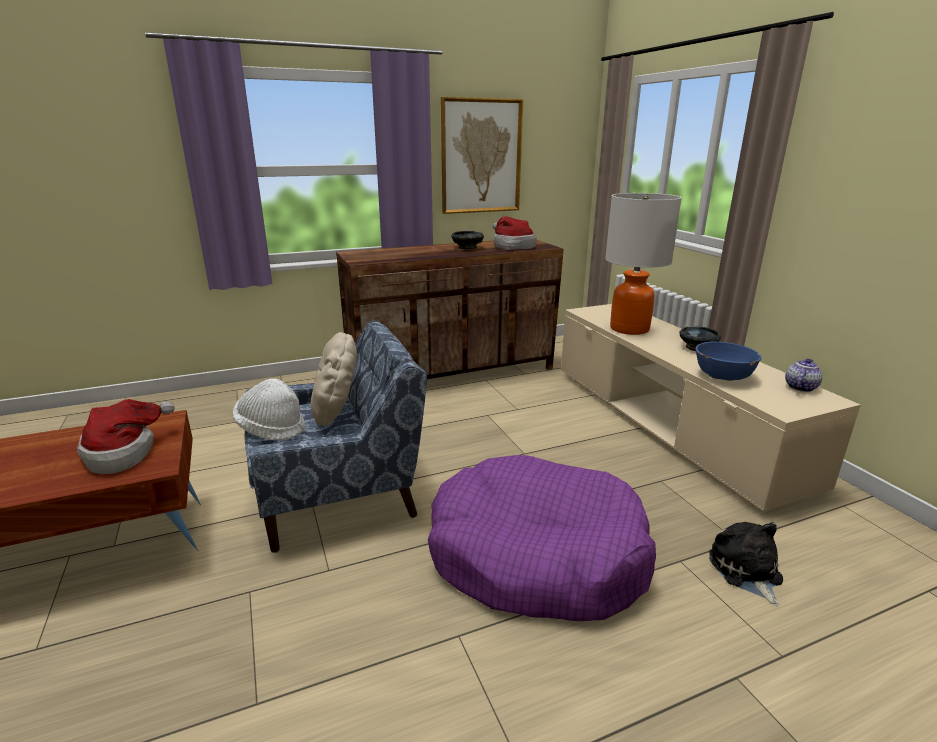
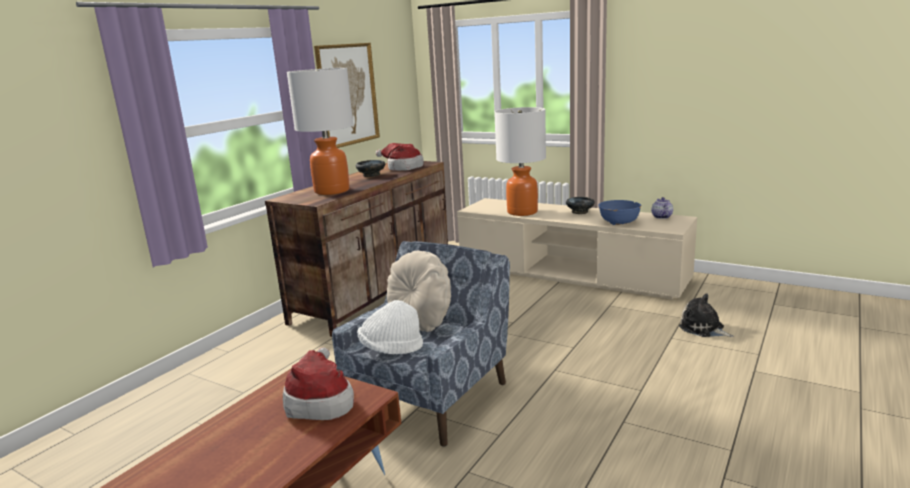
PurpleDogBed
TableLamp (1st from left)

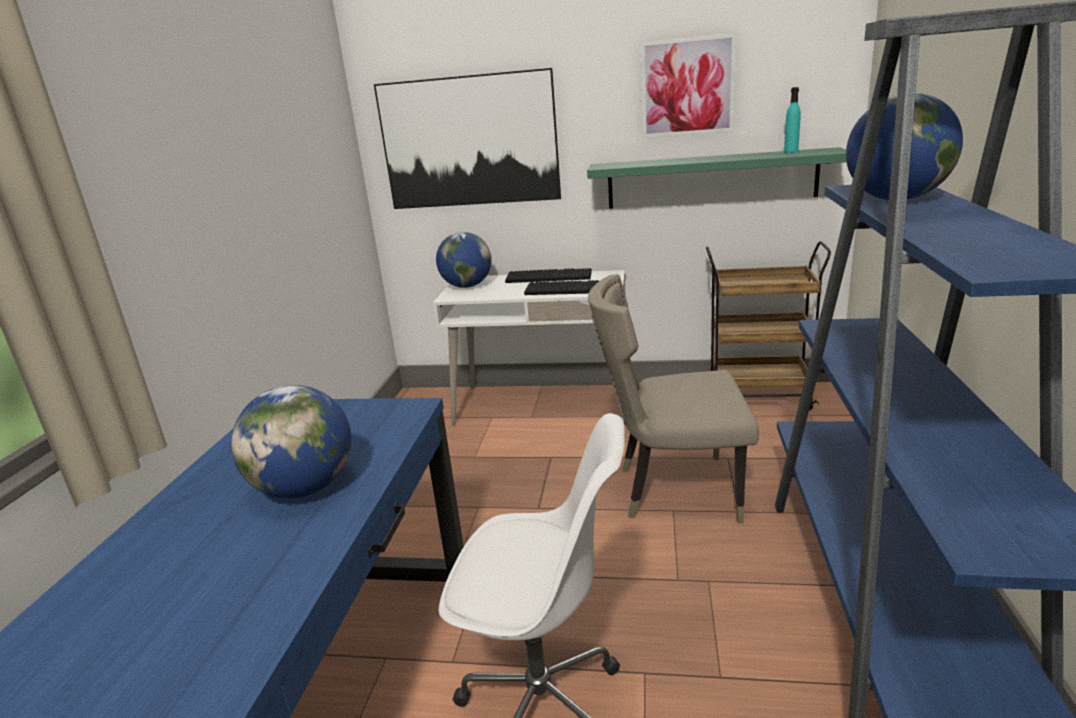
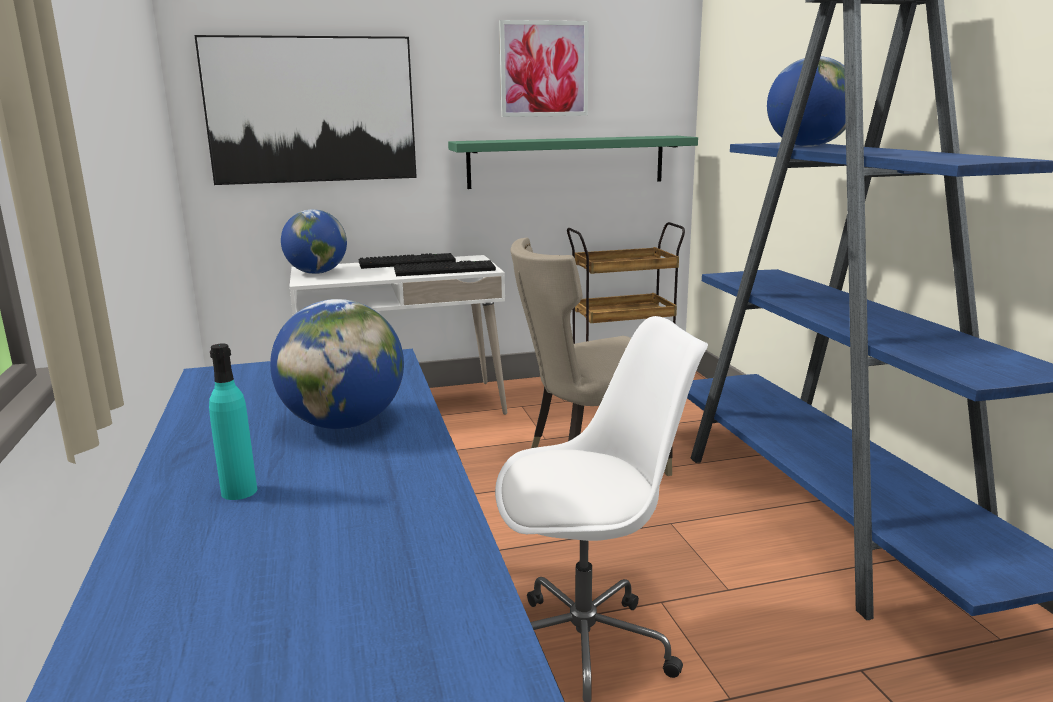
TurquoiseBottle

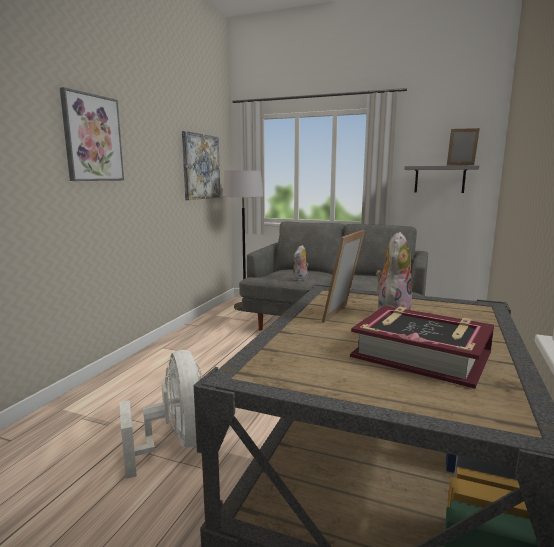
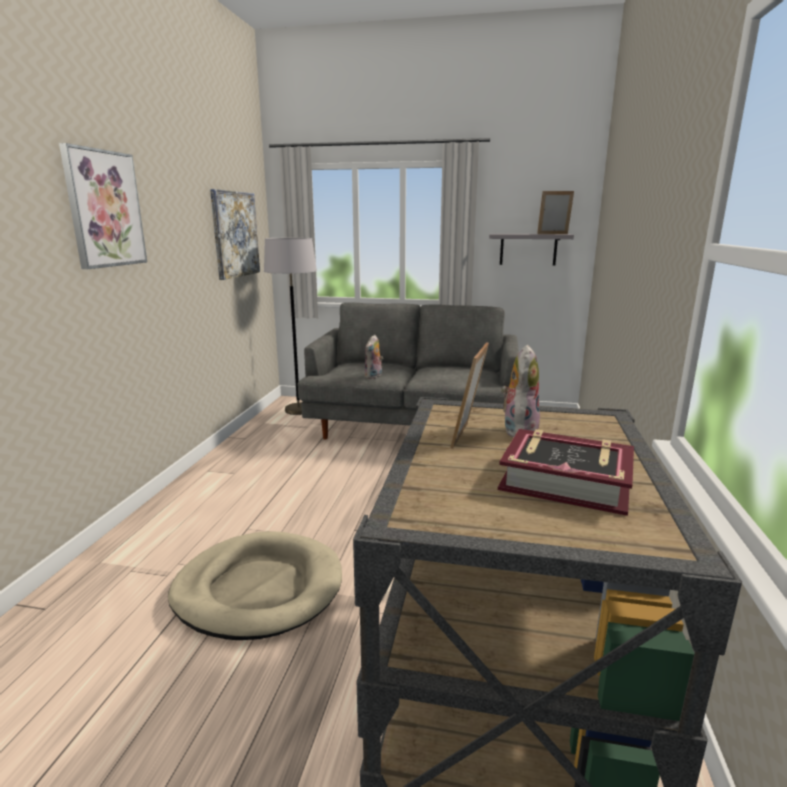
BeigeDogBed

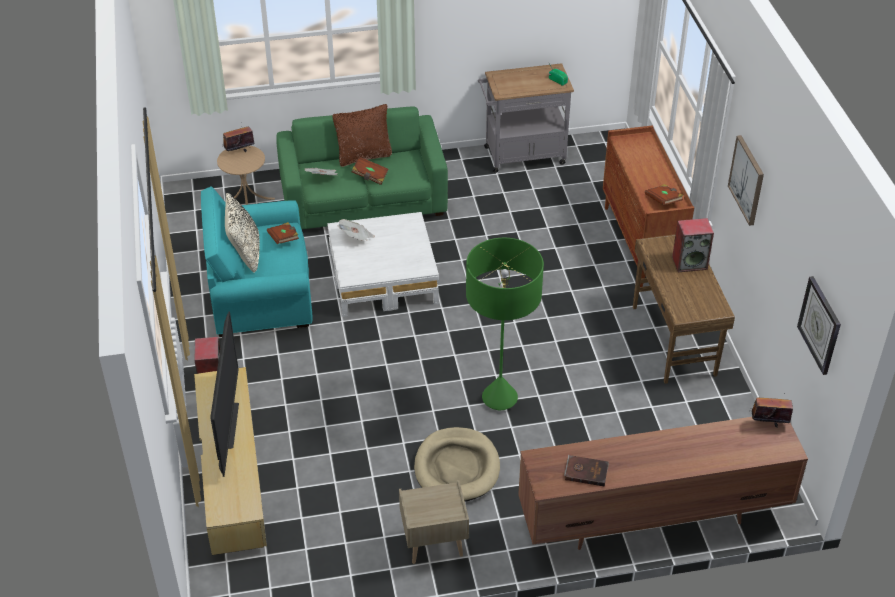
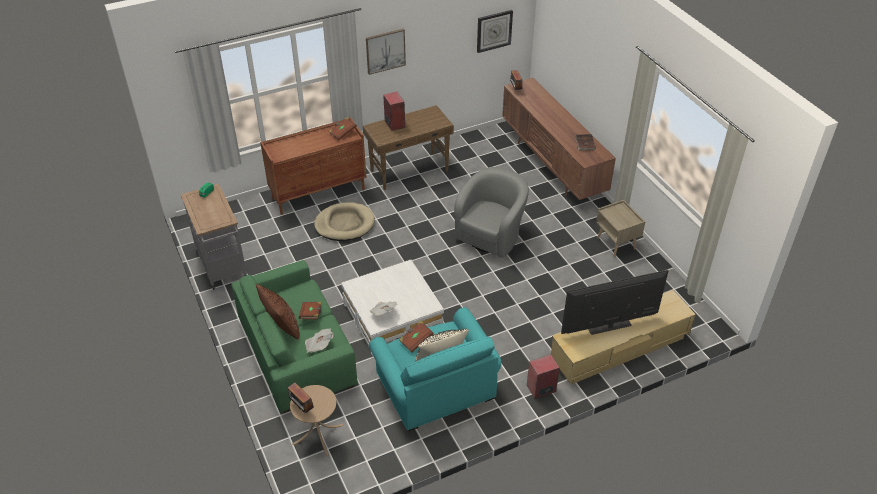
BeigeDogBed
GreyArmchair

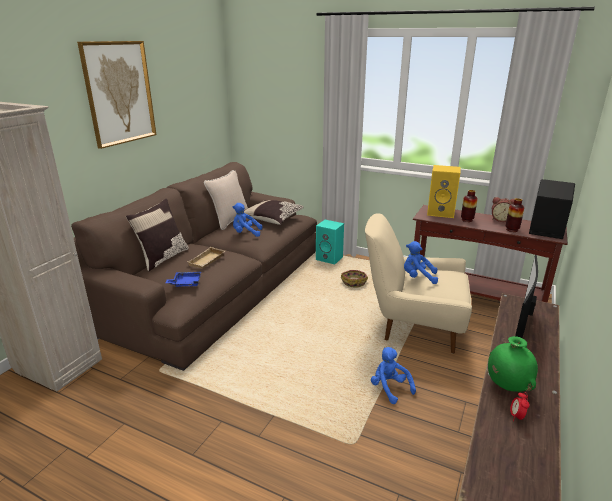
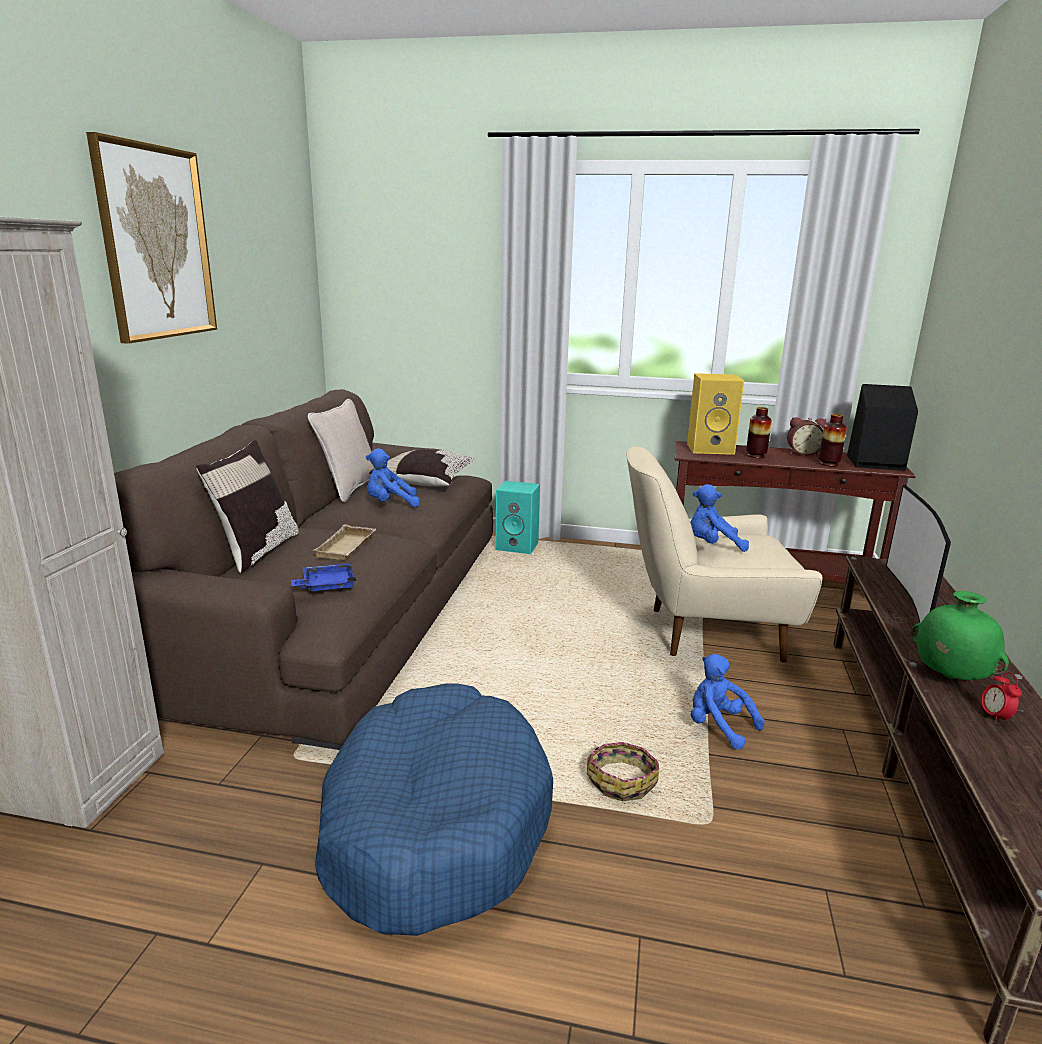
BlueDogBed
Basket

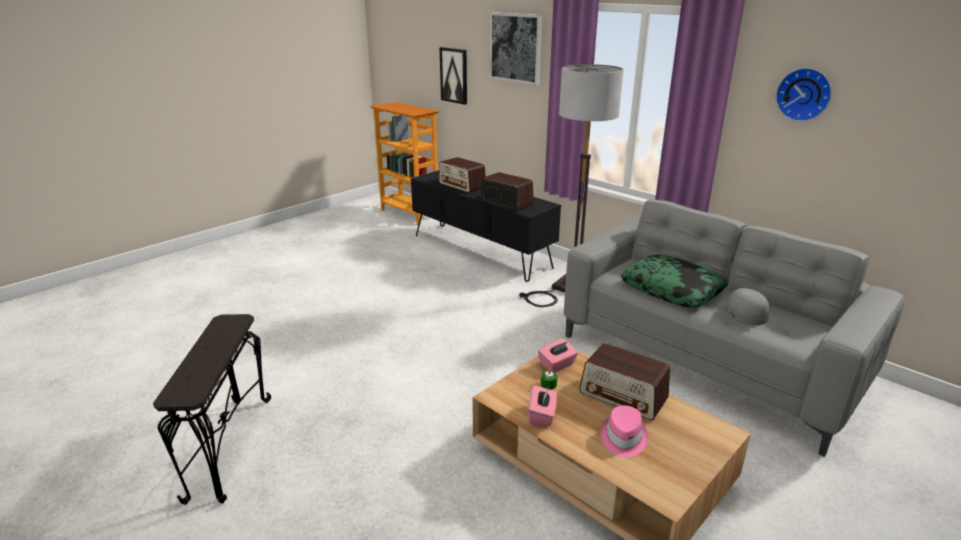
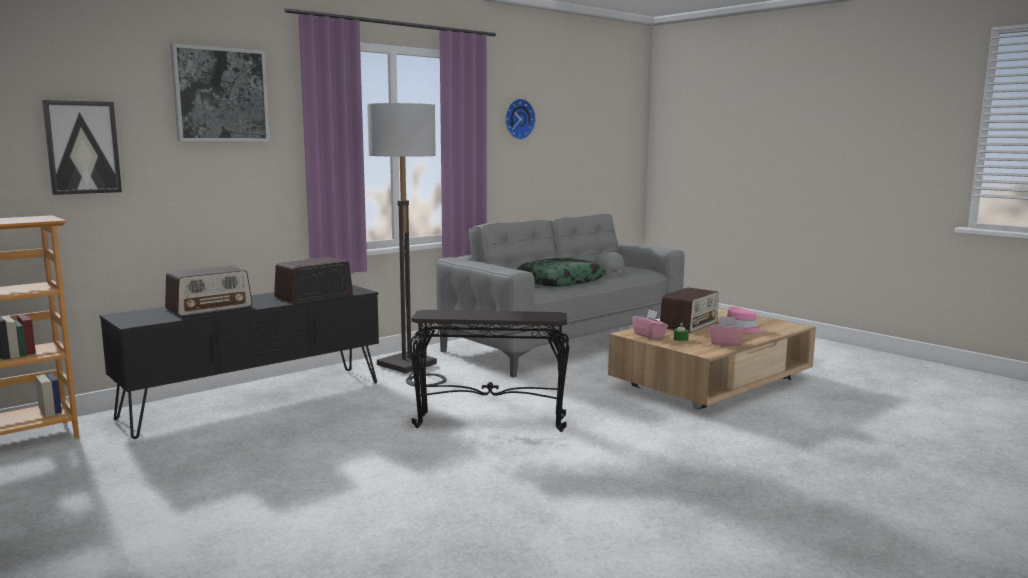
BlackSideTable

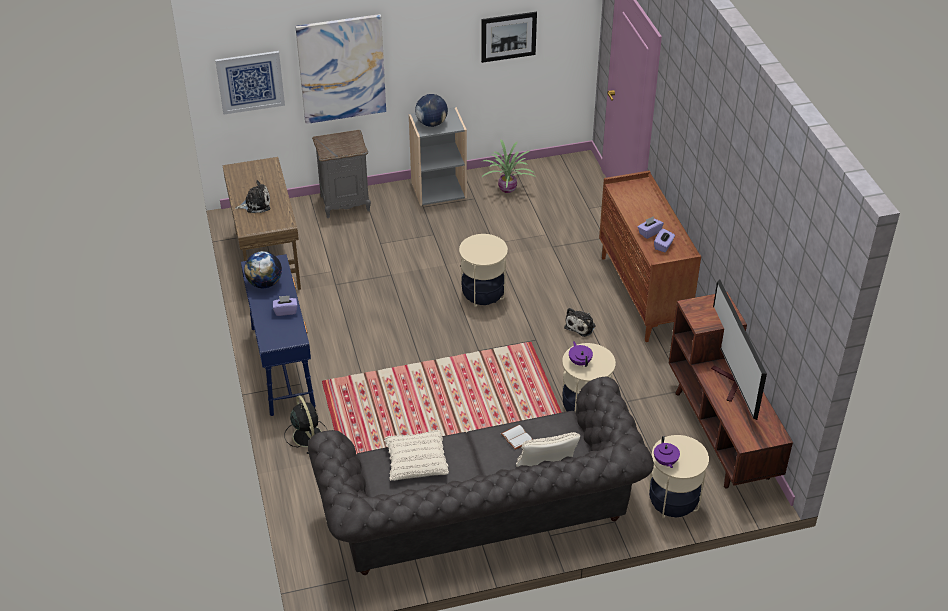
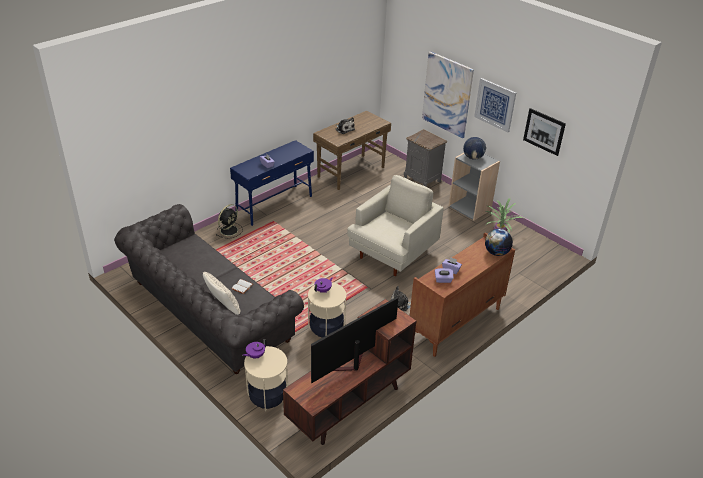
BeigePillow (1st from left in the first image)
Picture (2nd from left)
Globe (2nd from left)
BeigeArmchair

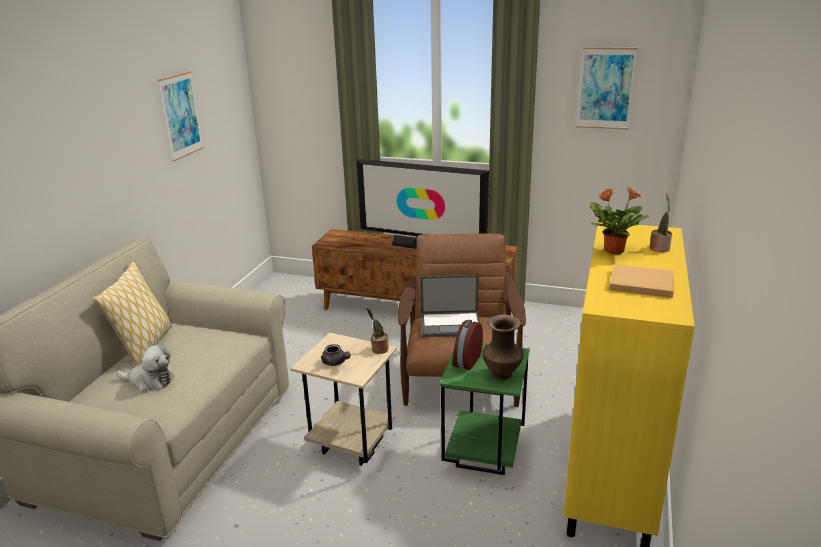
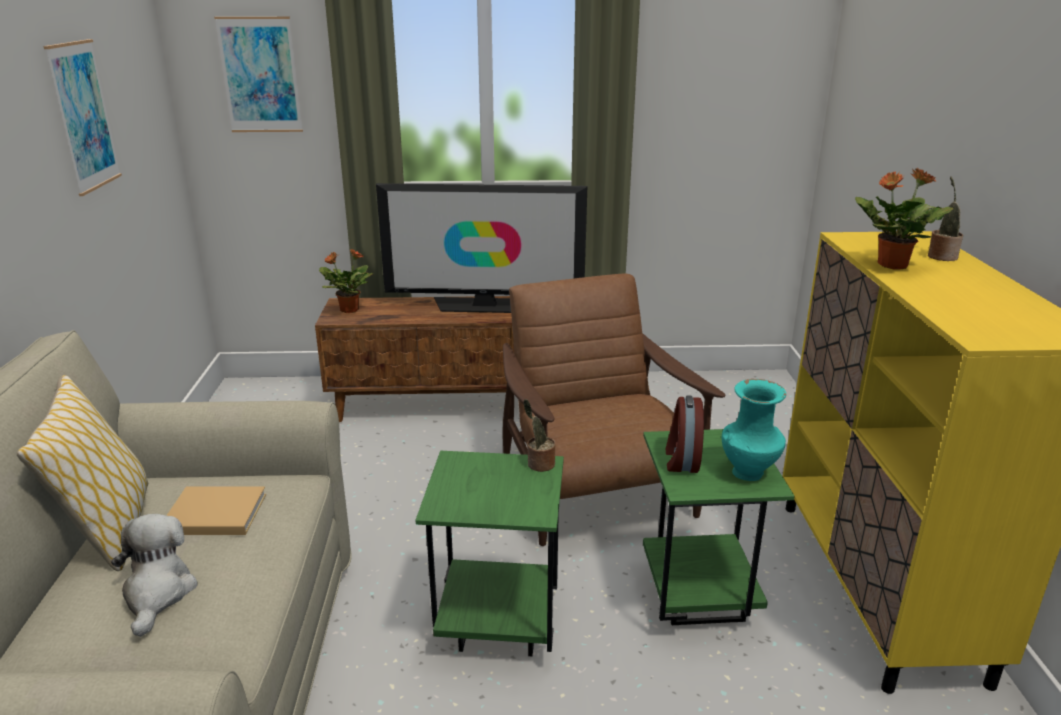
GreyTeapot
Laptop
PottedPlant (1st from left)
Picture (2nd from left)
BeigeBook
GreenSideTable (1st from left)
TurquoiseVase
PlushToy

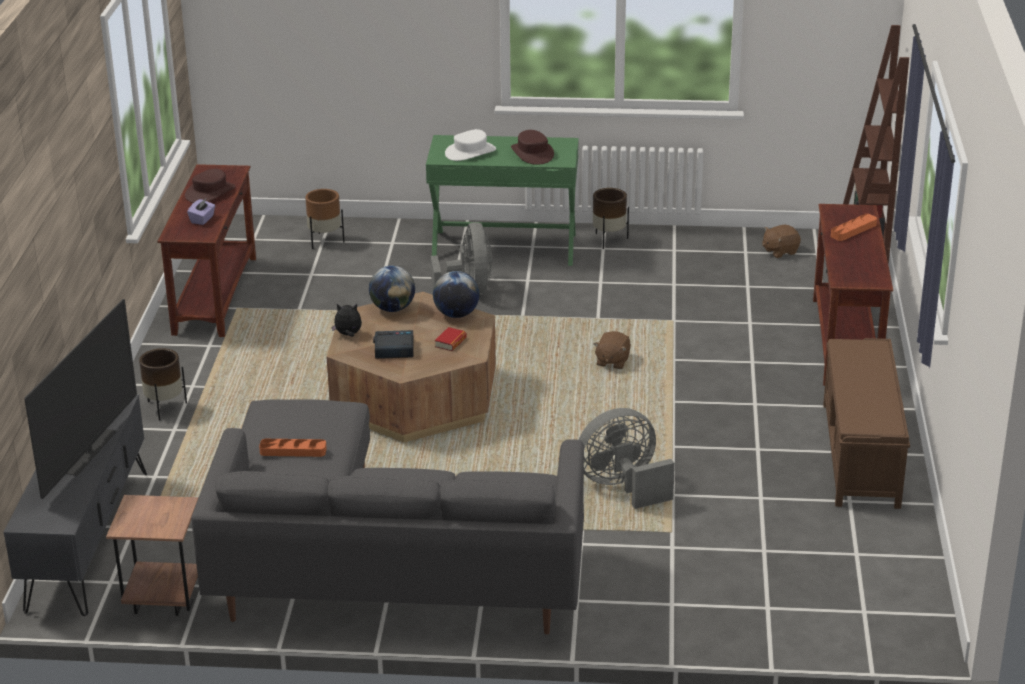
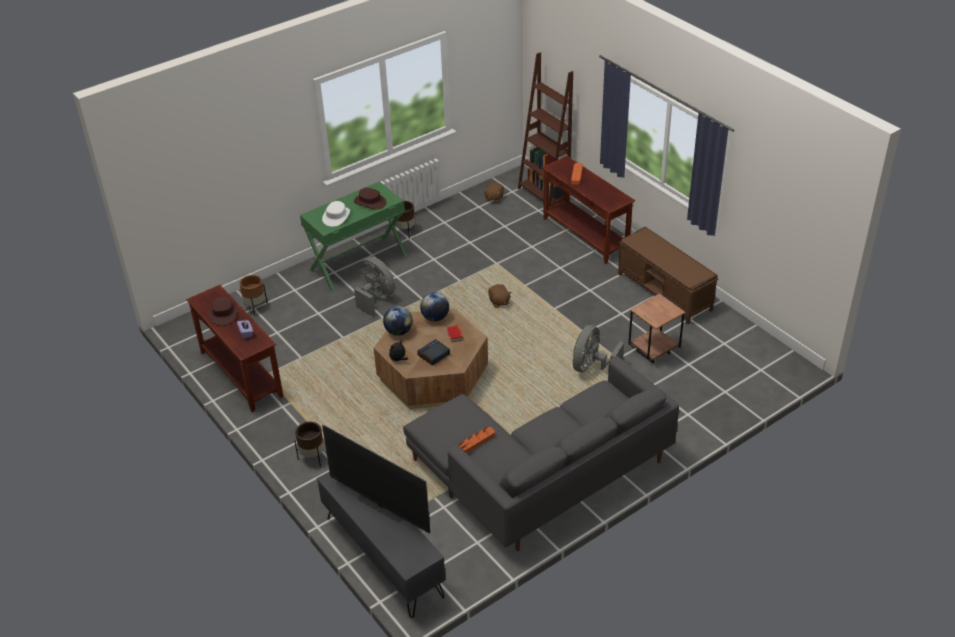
BrownSideTable
Television

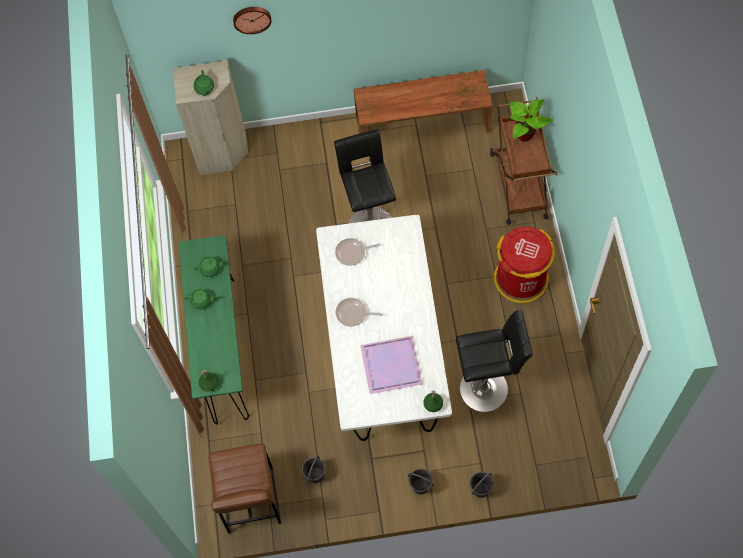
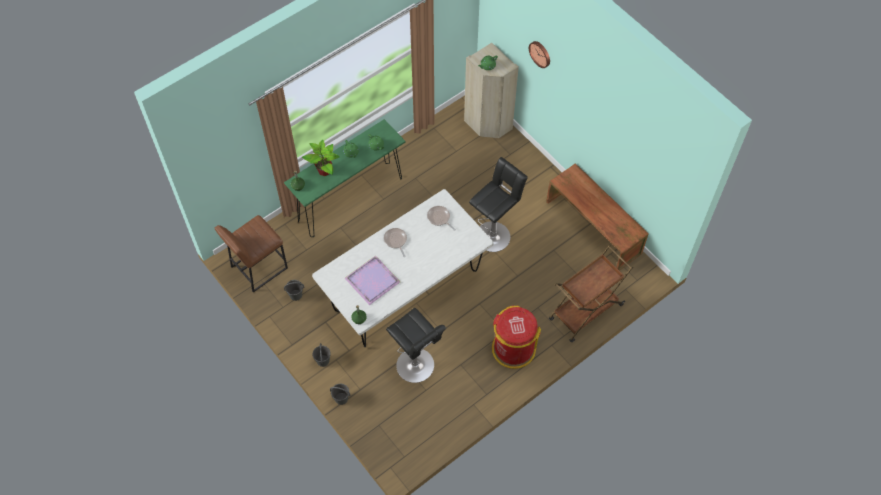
PottedPlant

